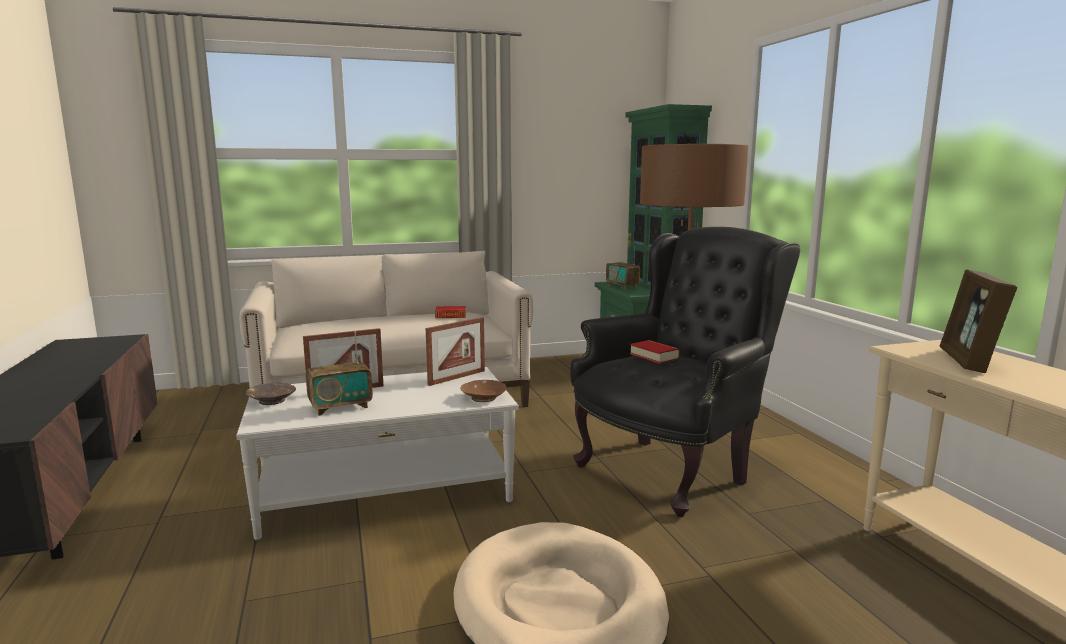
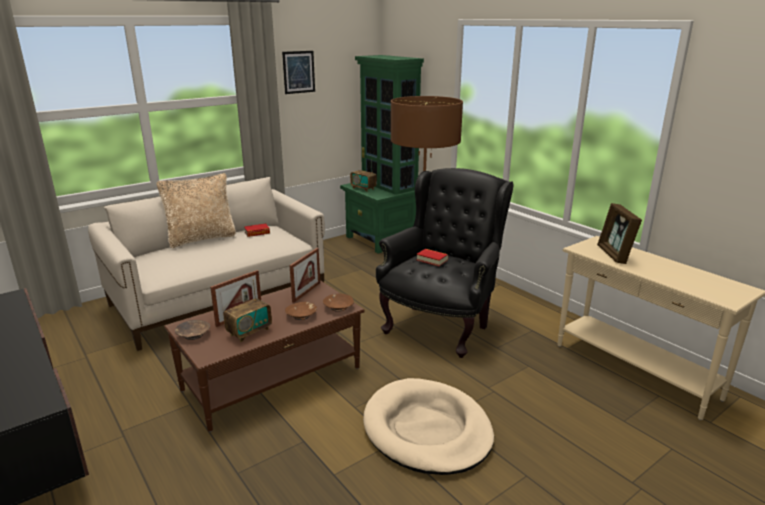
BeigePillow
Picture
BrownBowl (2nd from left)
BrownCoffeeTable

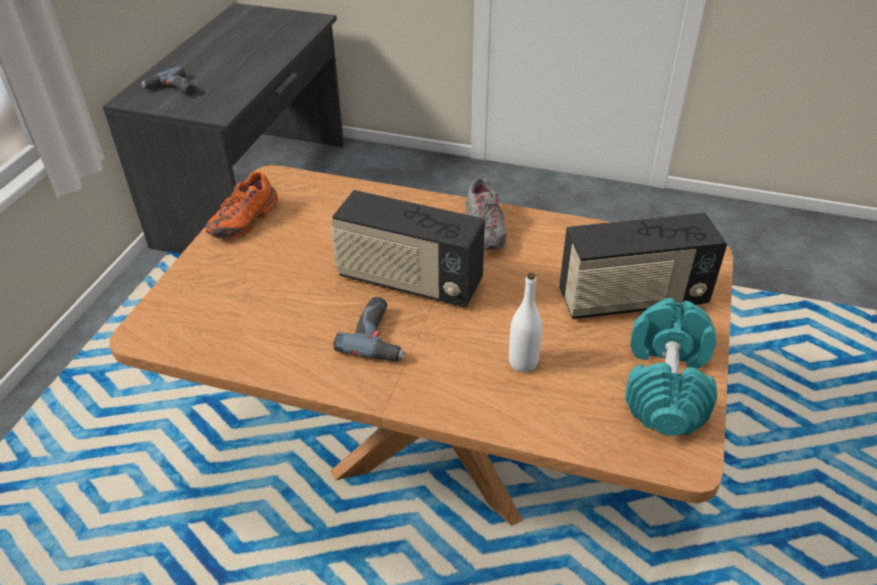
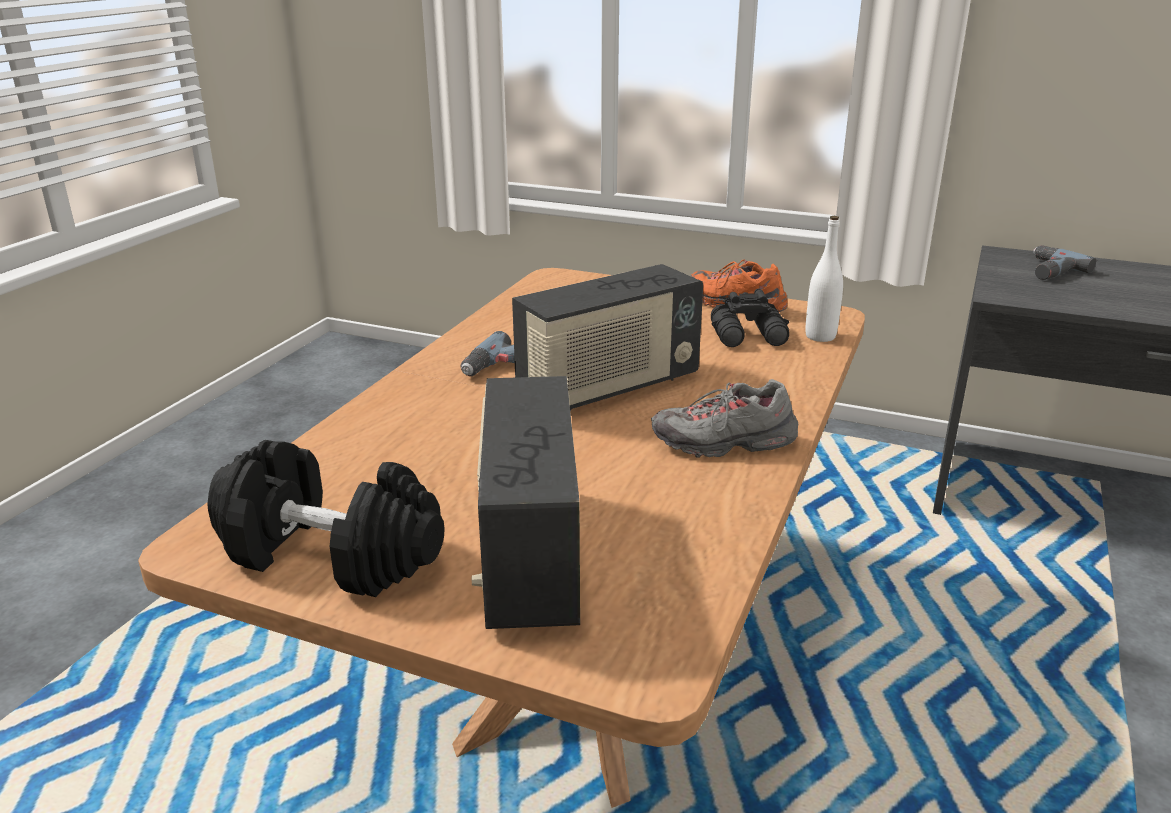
BlackBinoculars
WhiteBottle
BlackDumbbell
Radio (2nd from left)

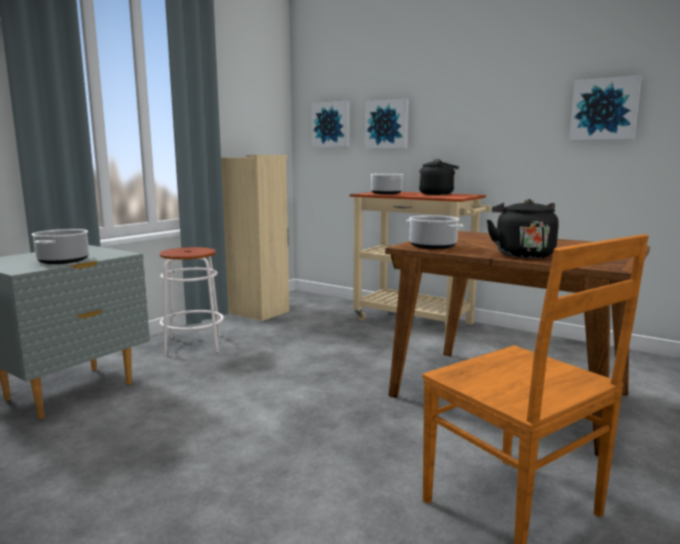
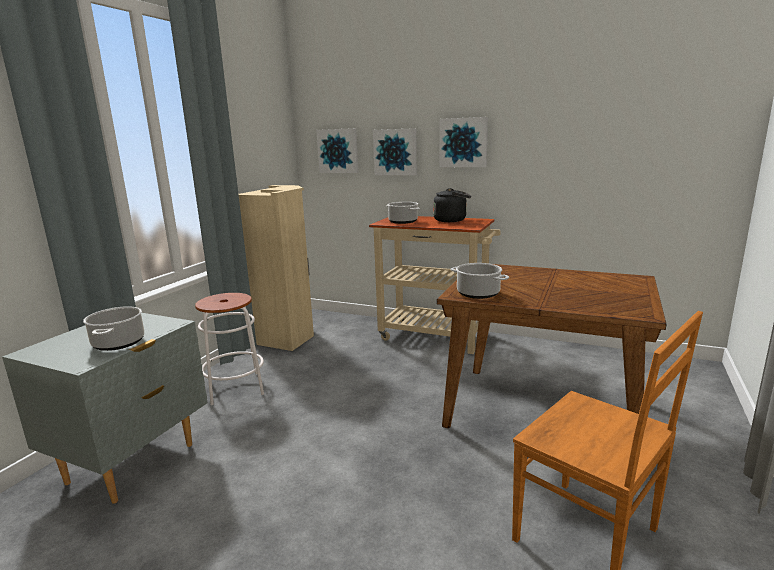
BlackKettle (2nd from left in the first image)
Picture (3rd from left)

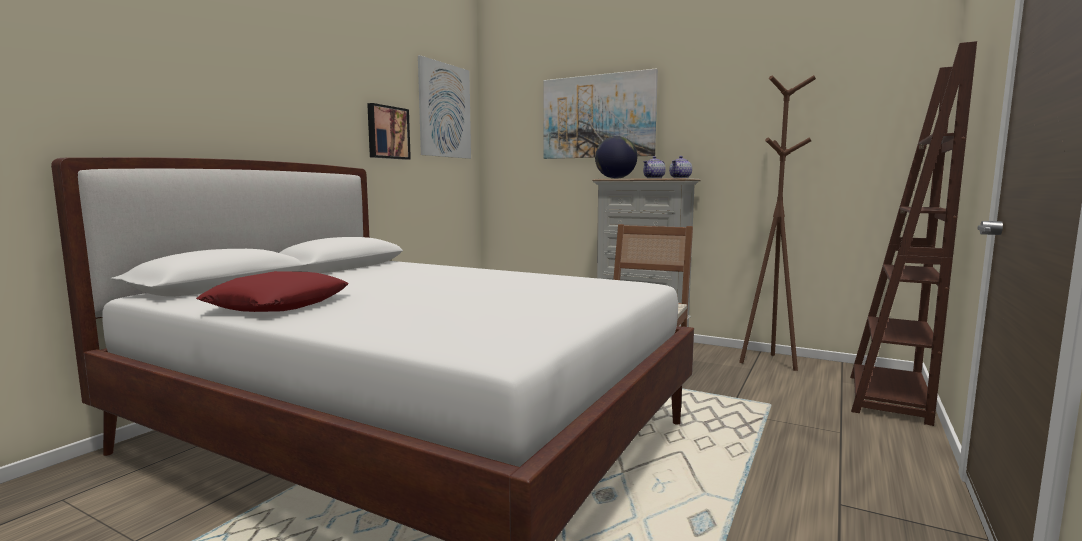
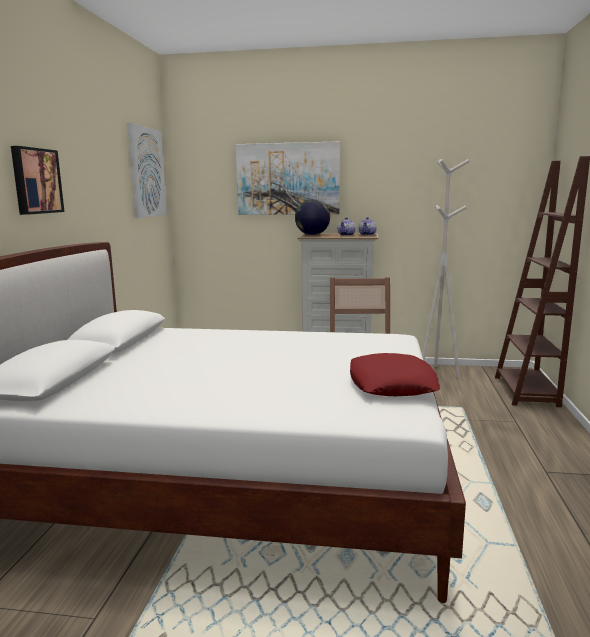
RedPillow
Picture (1st from left)
GreyClothesRack

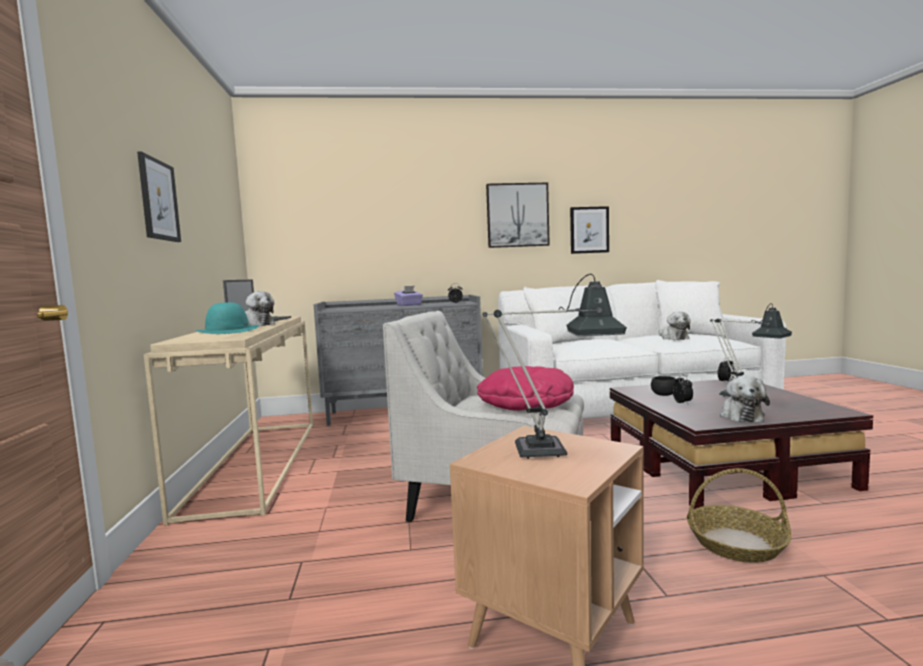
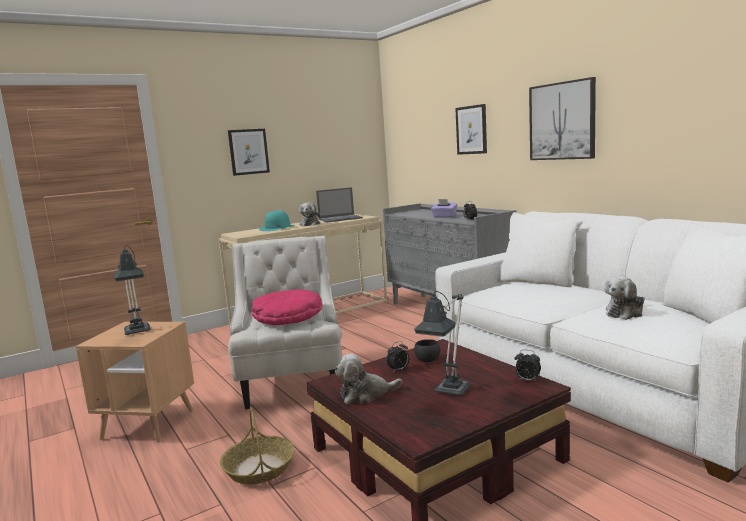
Picture (2nd from left)

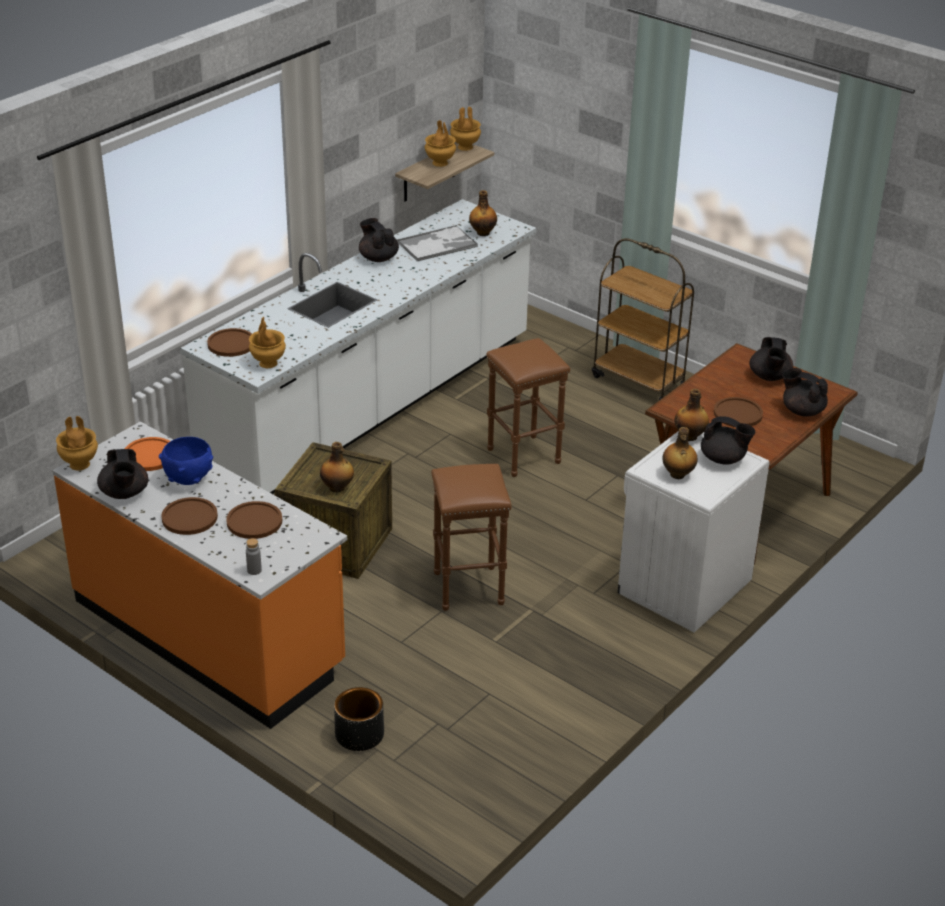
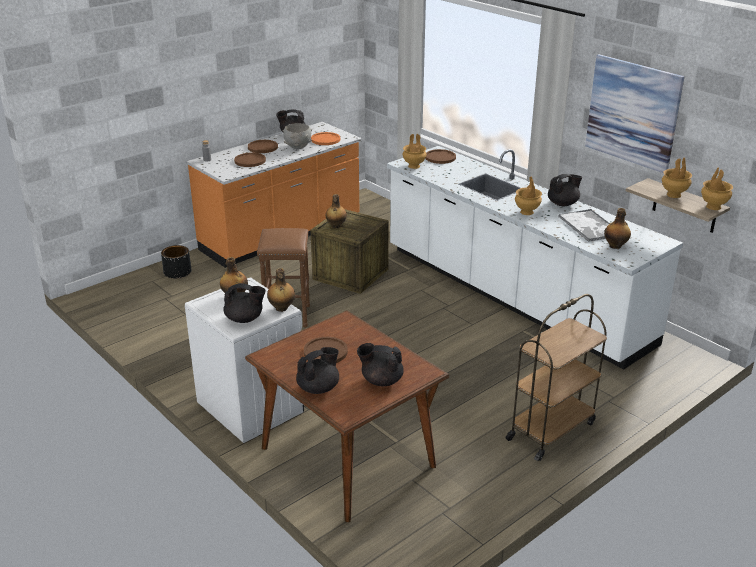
BrownStool (2nd from left in the first image)
Picture
BrownVase (2nd from left)
GreyBowl
BlackTeapot (1st from left)

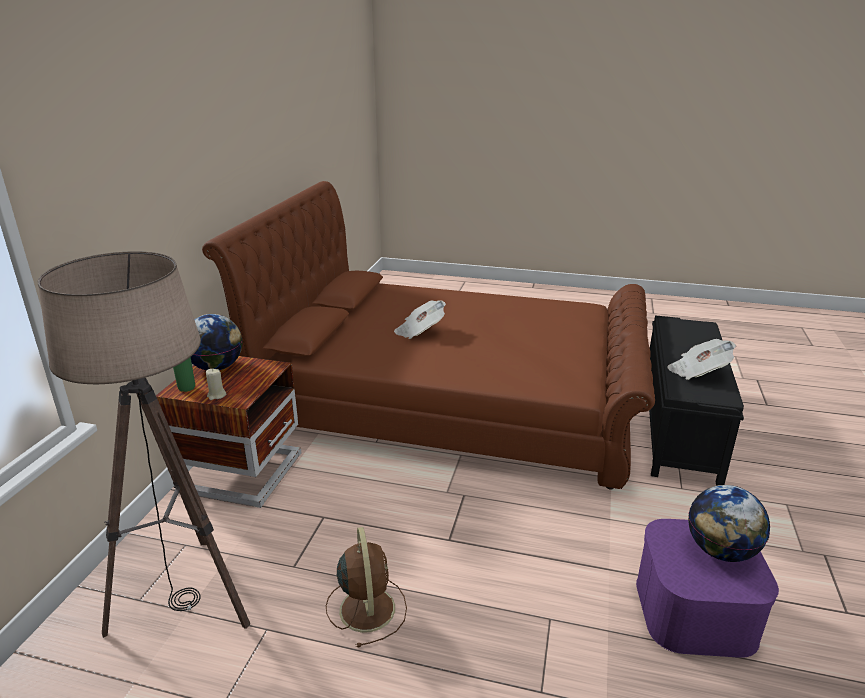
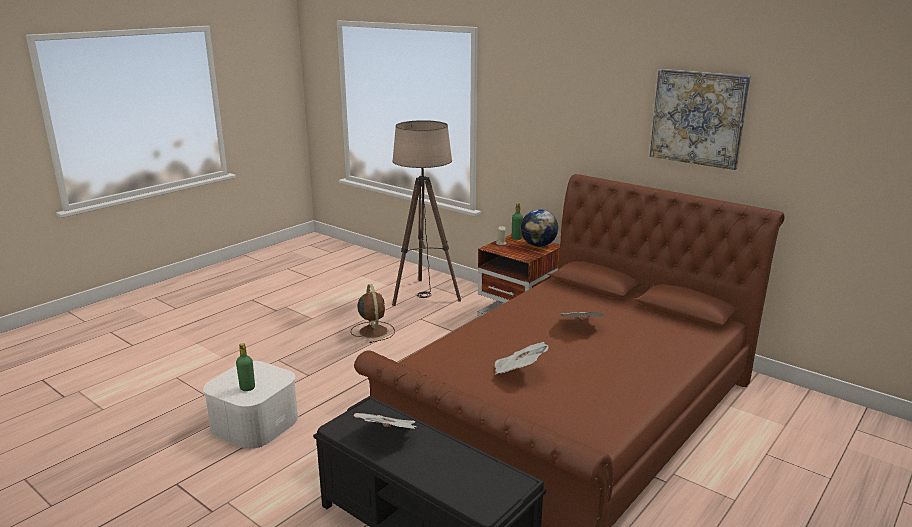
Newspaper (2nd from left)
Picture
GreenBottle (1st from left)
WhiteStorageBox
BrownFan

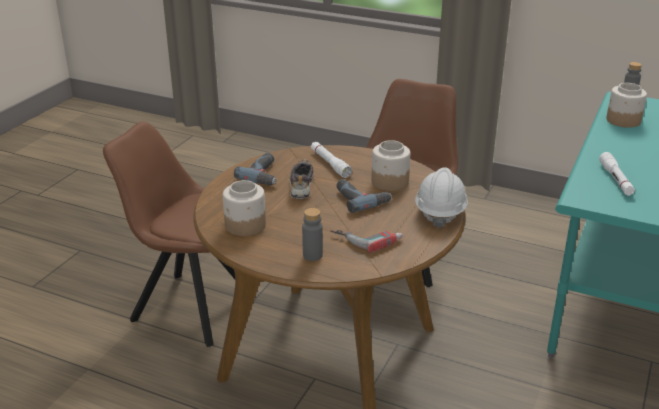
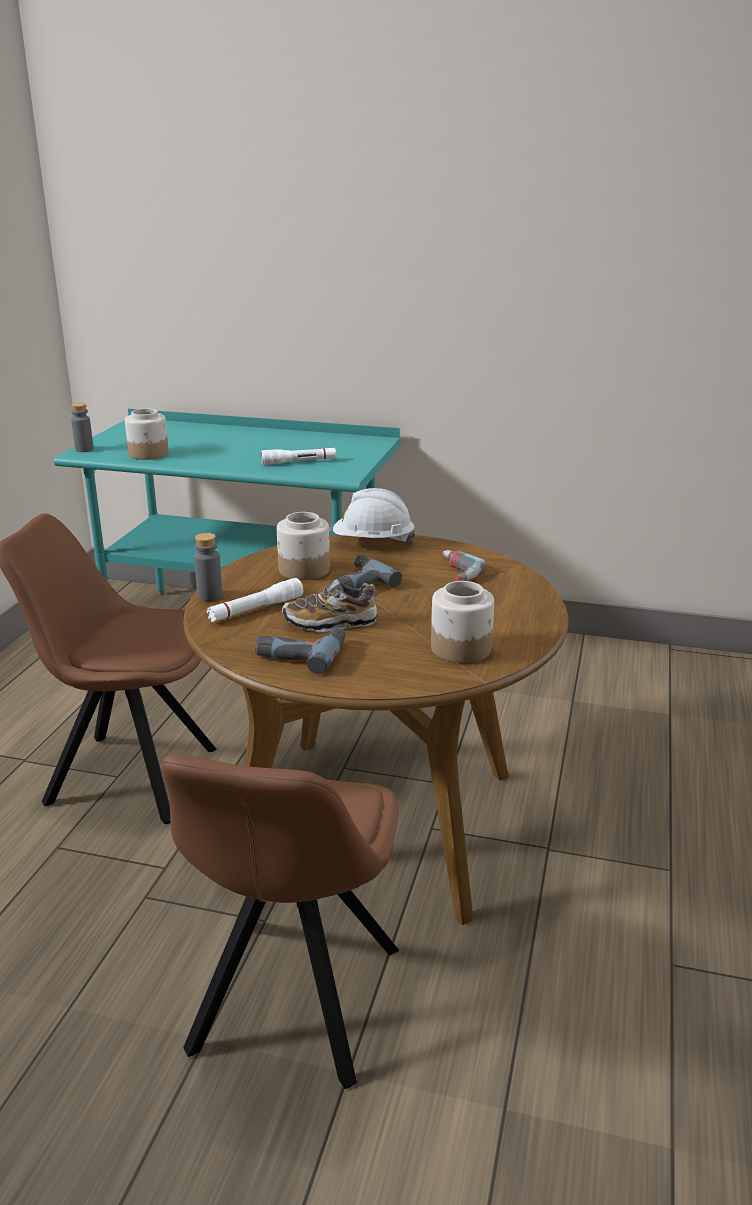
GreyBottle (2nd from left)

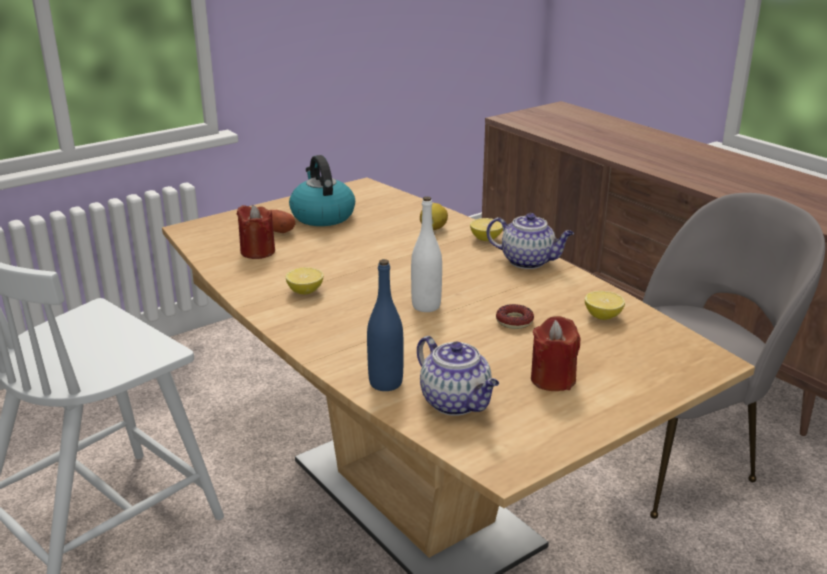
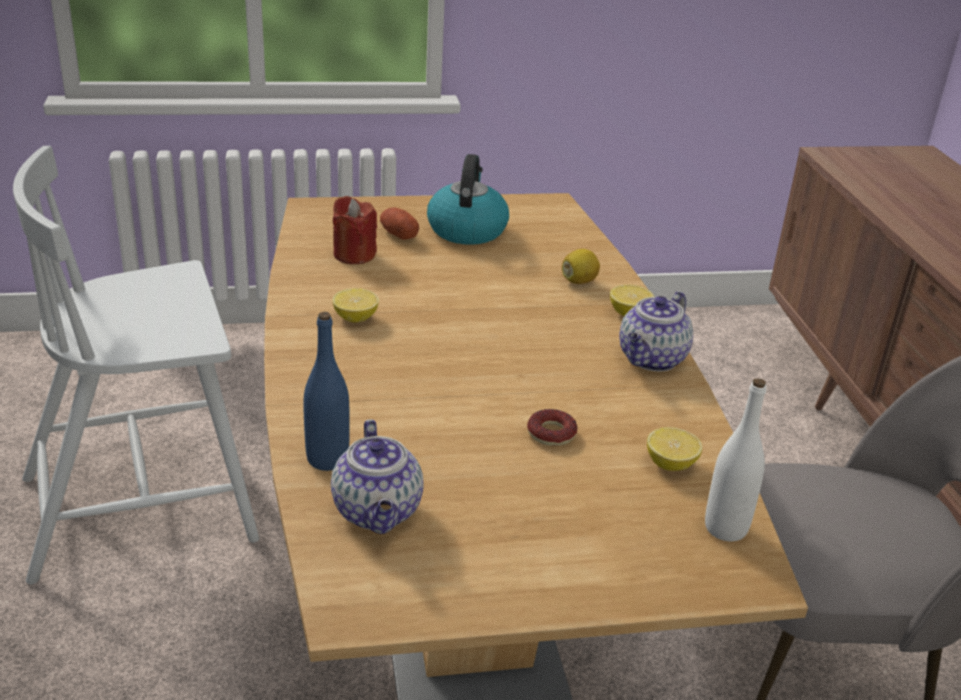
RedCandle (2nd from left in the first image)
WhiteBottle
Teapot (2nd from left)

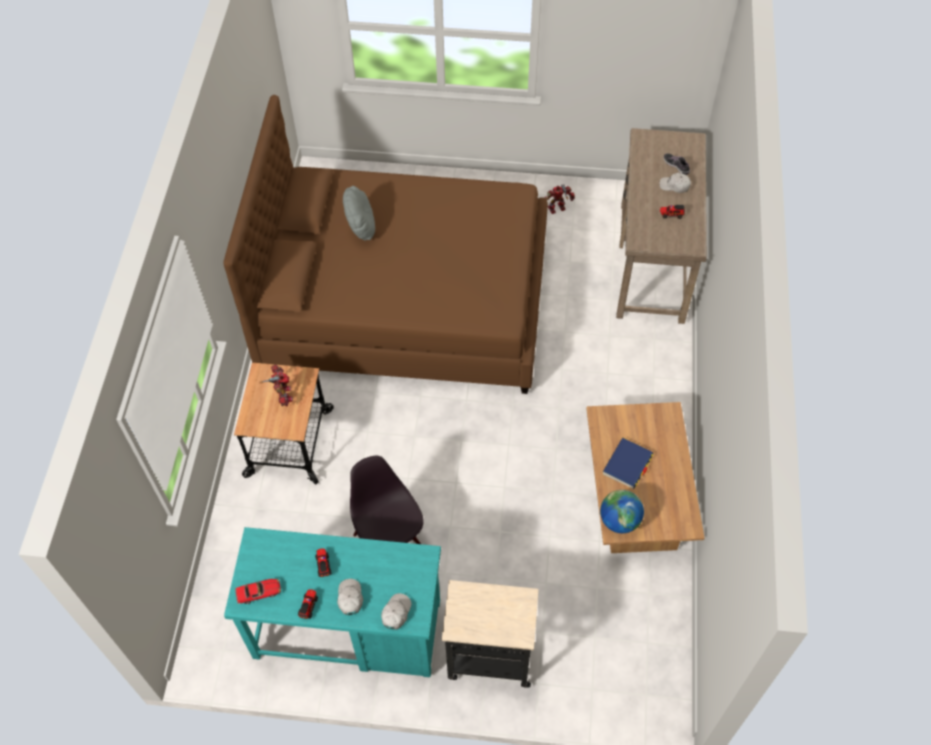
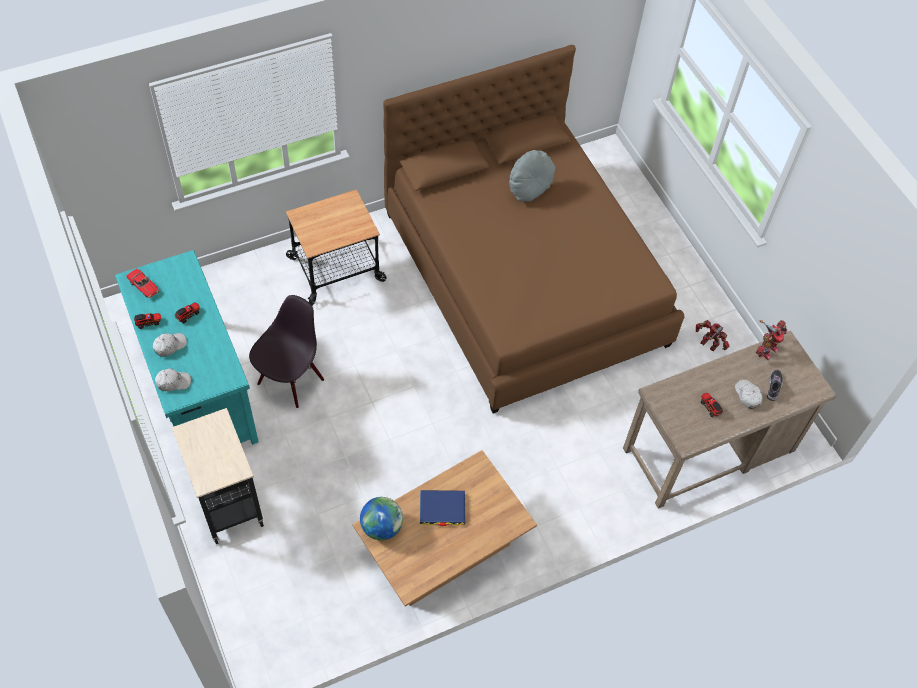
ToyRobot (2nd from left)

